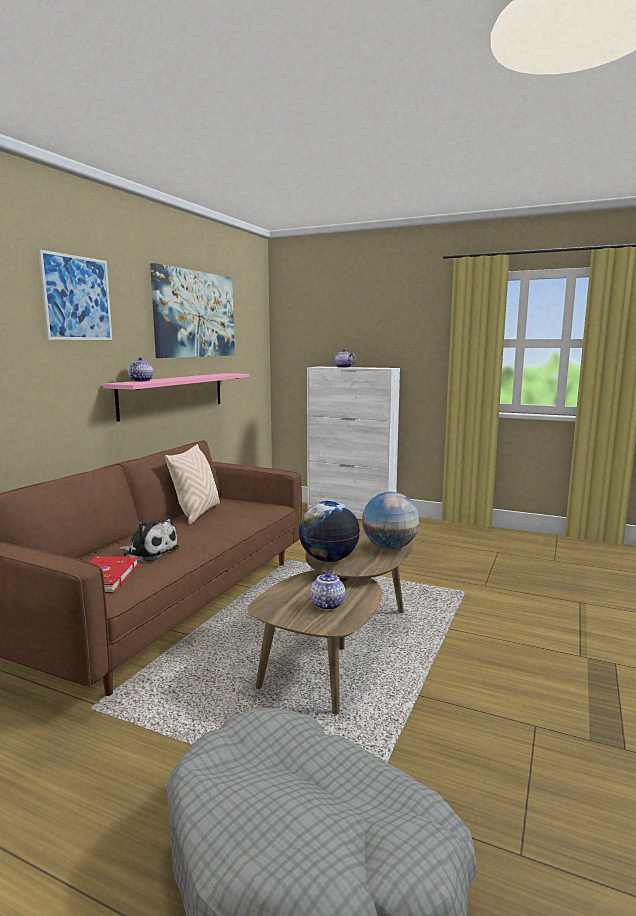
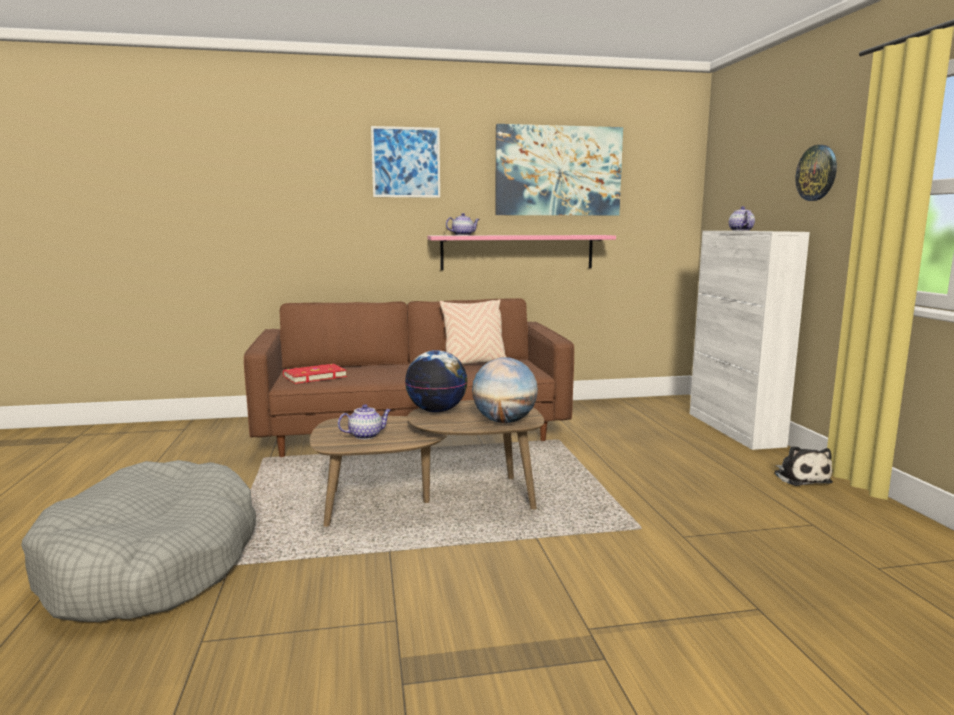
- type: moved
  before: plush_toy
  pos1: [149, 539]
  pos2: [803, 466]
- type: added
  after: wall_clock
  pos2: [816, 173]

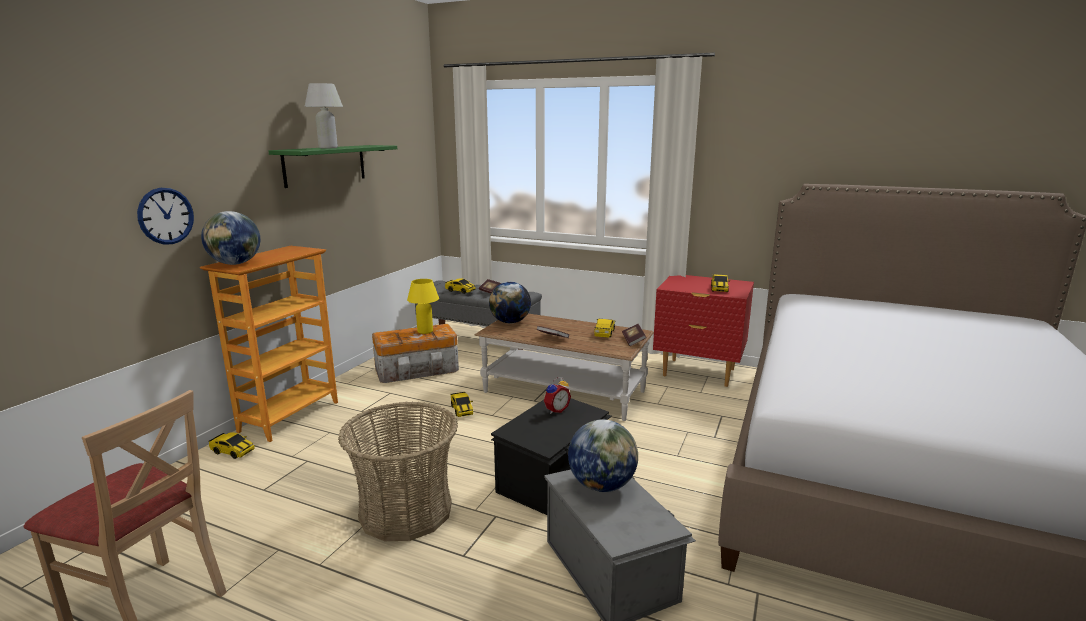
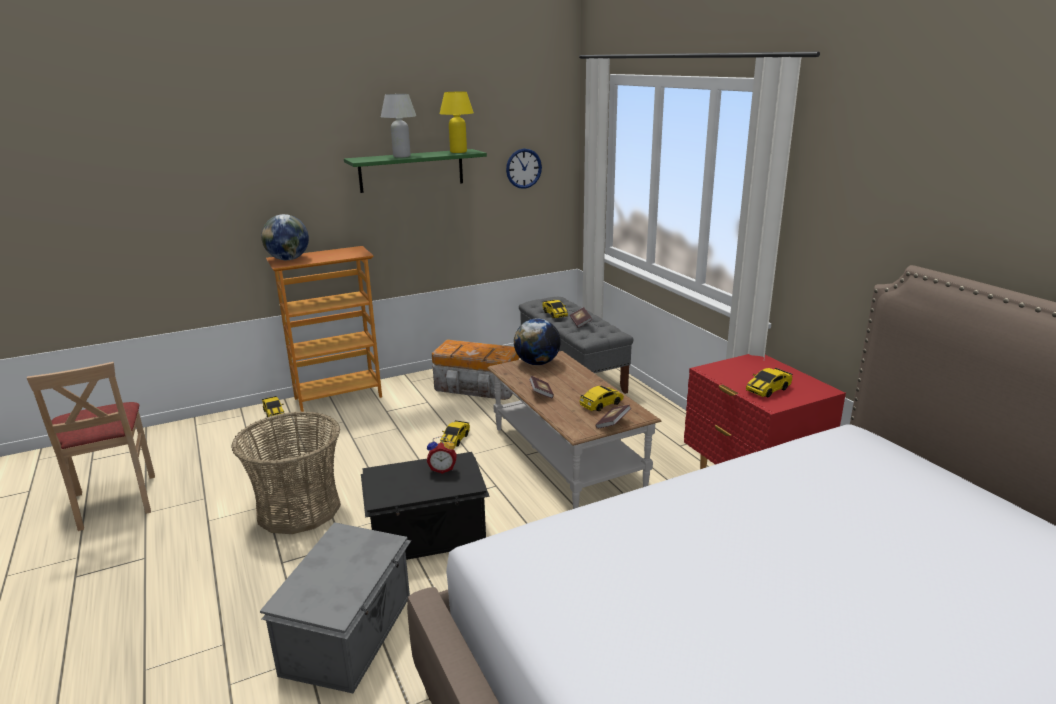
- type: moved
  before: wall_clock
  pos1: [165, 216]
  pos2: [524, 168]
- type: moved
  before: yellow_table_lamp
  pos1: [423, 306]
  pos2: [456, 122]
- type: removed
  before: globe
  pos1: [603, 455]

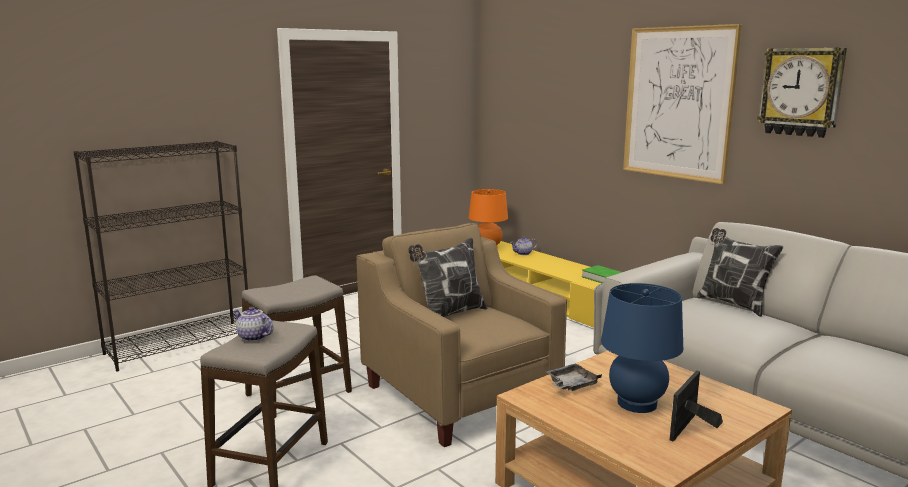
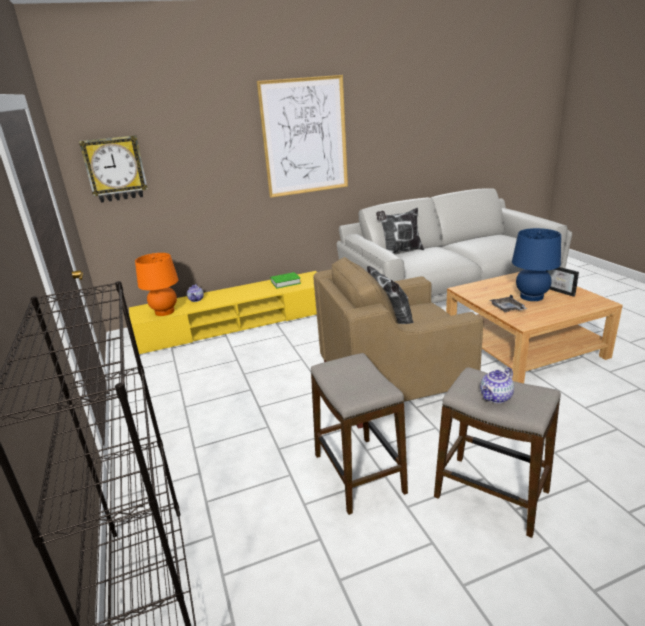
- type: moved
  before: wall_clock
  pos1: [802, 93]
  pos2: [113, 169]

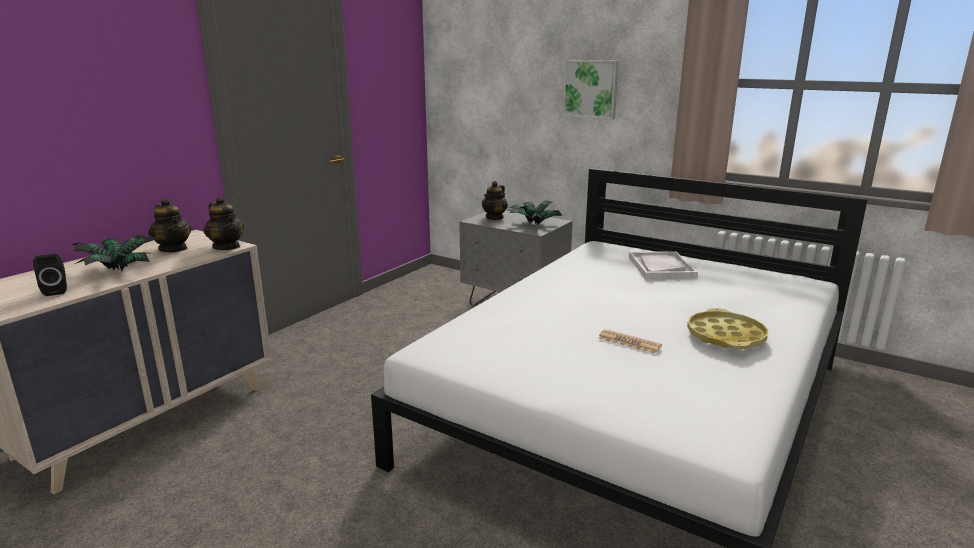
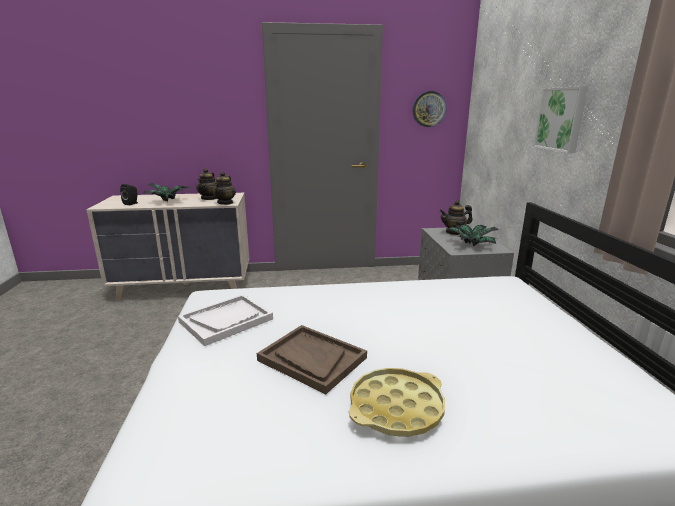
- type: moved
  before: white_tray
  pos1: [663, 265]
  pos2: [225, 320]
- type: replaced
  before: newspaper
  after: brown_tray
  pos1: [630, 341]
  pos2: [312, 359]
- type: added
  after: wall_clock
  pos2: [430, 109]

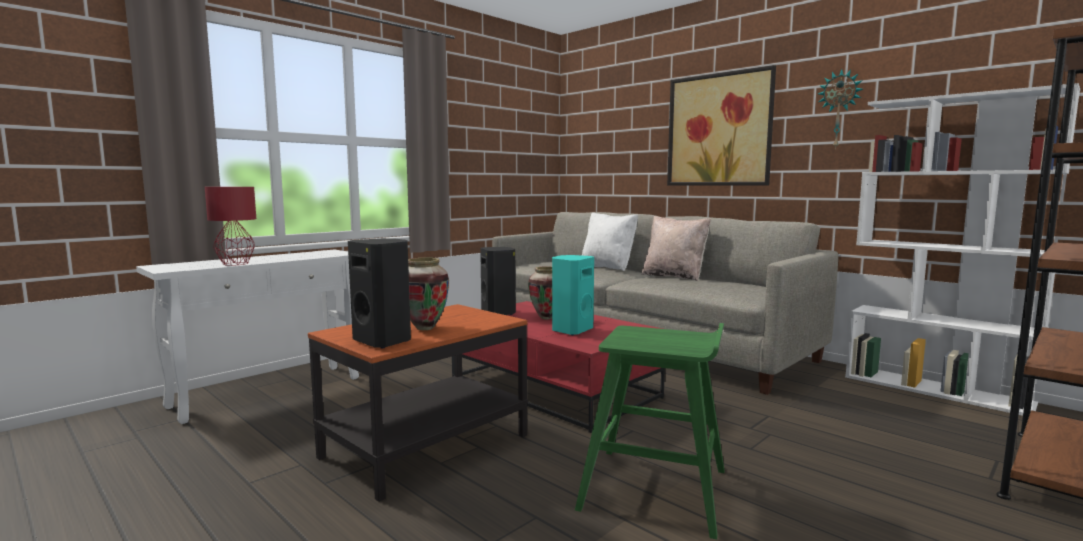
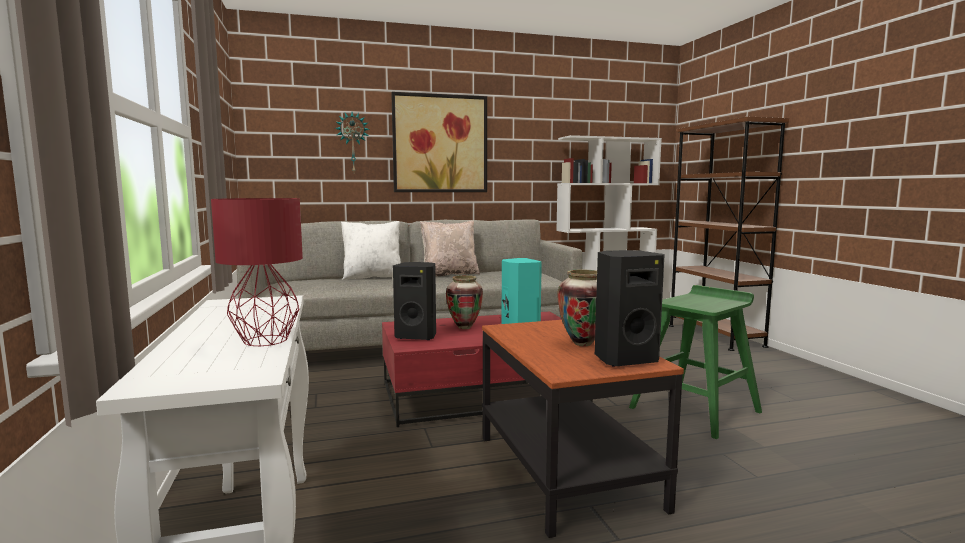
- type: moved
  before: wall_clock
  pos1: [840, 109]
  pos2: [352, 142]

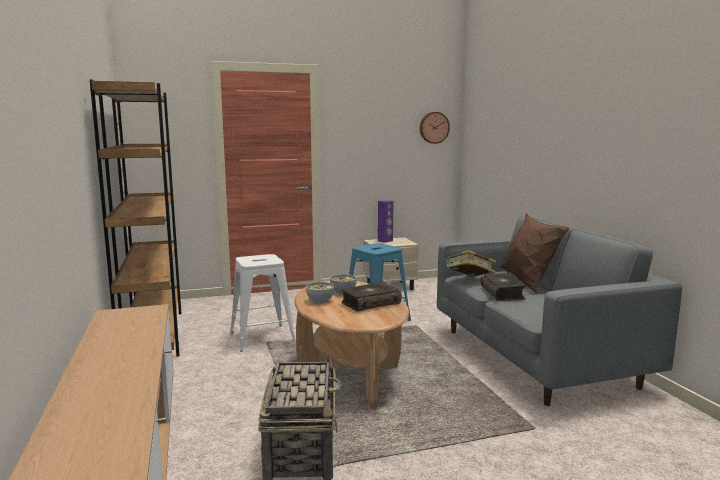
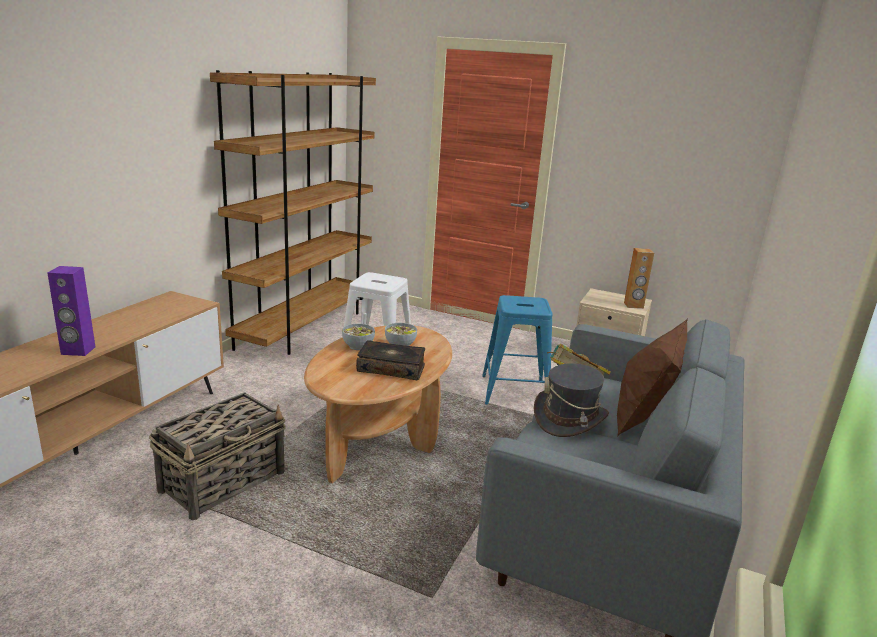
- type: removed
  before: wall_clock
  pos1: [435, 128]
- type: moved
  before: purple_speaker
  pos1: [385, 221]
  pos2: [71, 311]
- type: replaced
  before: book
  after: grey_hat
  pos1: [503, 287]
  pos2: [571, 400]
- type: added
  after: brown_speaker
  pos2: [639, 278]

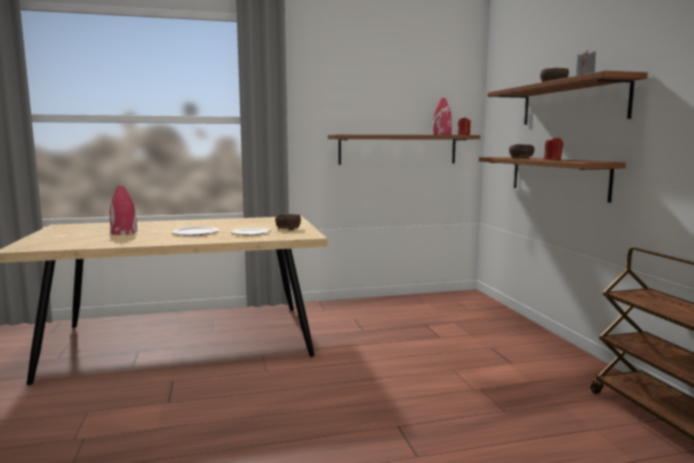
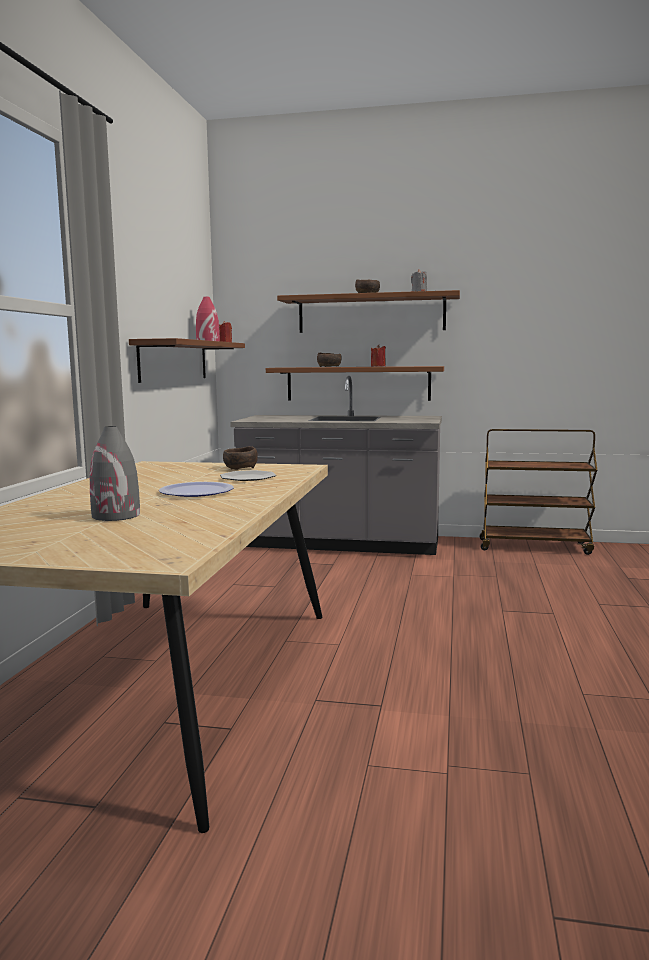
- type: recoloured
  before: red_vase
  after: grey_vase
  pos1: [123, 210]
  pos2: [115, 473]
- type: added
  after: grey_counter
  pos2: [336, 465]

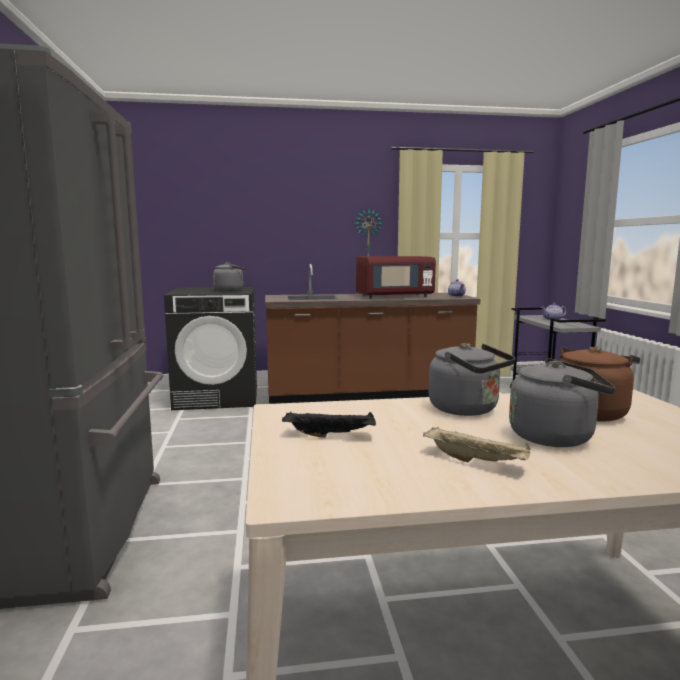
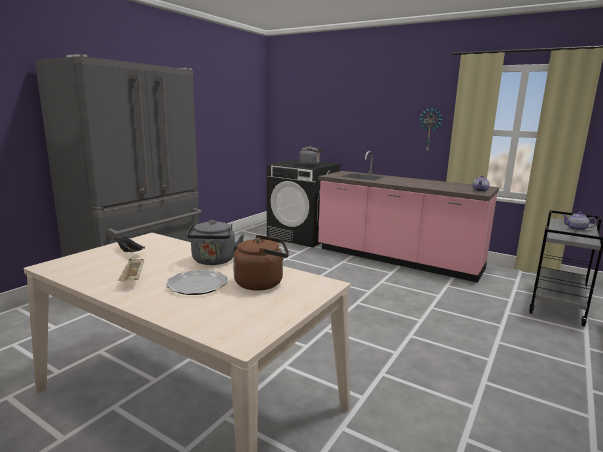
- type: removed
  before: red_microwave
  pos1: [396, 277]
- type: recoloured
  before: brown_counter
  after: pink_counter
  pos1: [372, 334]
  pos2: [408, 217]
- type: replaced
  before: grey_kettle
  after: plate
  pos1: [562, 402]
  pos2: [197, 282]

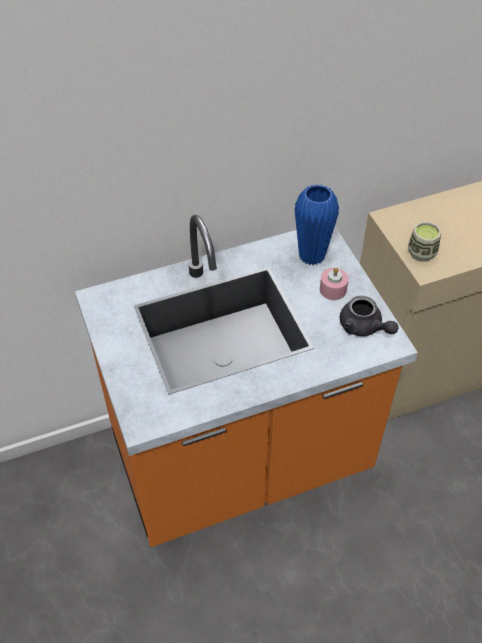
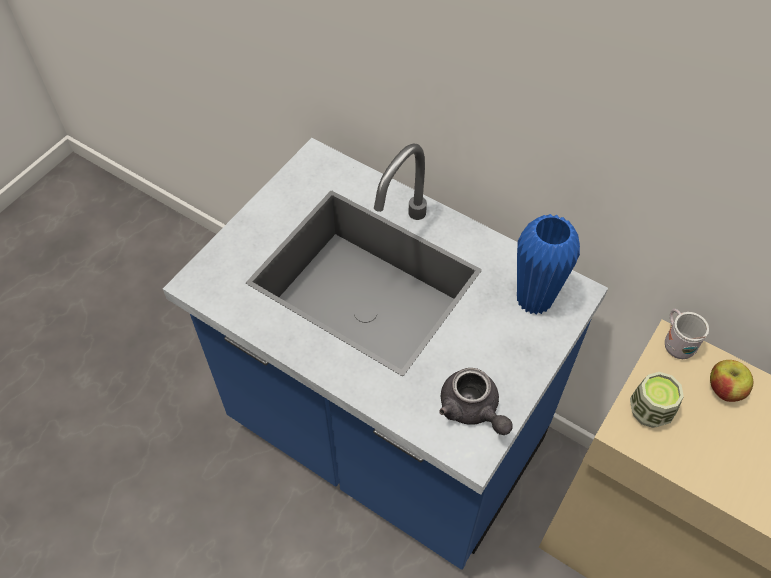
- type: recoloured
  before: orange_counter
  after: blue_counter
  pos1: [246, 381]
  pos2: [385, 354]
- type: removed
  before: pink_candle
  pos1: [334, 283]
- type: turned
  before: grey_teapot
  pos1: [369, 316]
  pos2: [476, 401]
  turn: -45
- type: added
  after: white_mug
  pos2: [687, 334]
- type: added
  after: apple
  pos2: [731, 381]

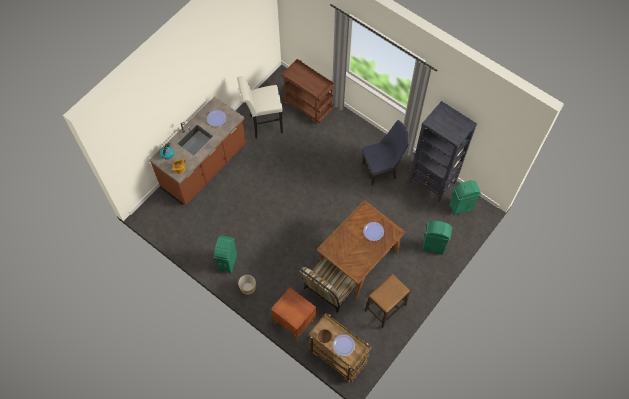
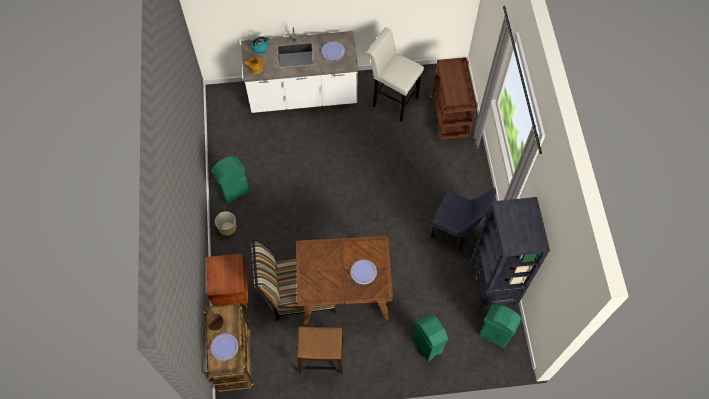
- type: recoloured
  before: brown_counter
  after: white_counter
  pos1: [197, 150]
  pos2: [299, 70]

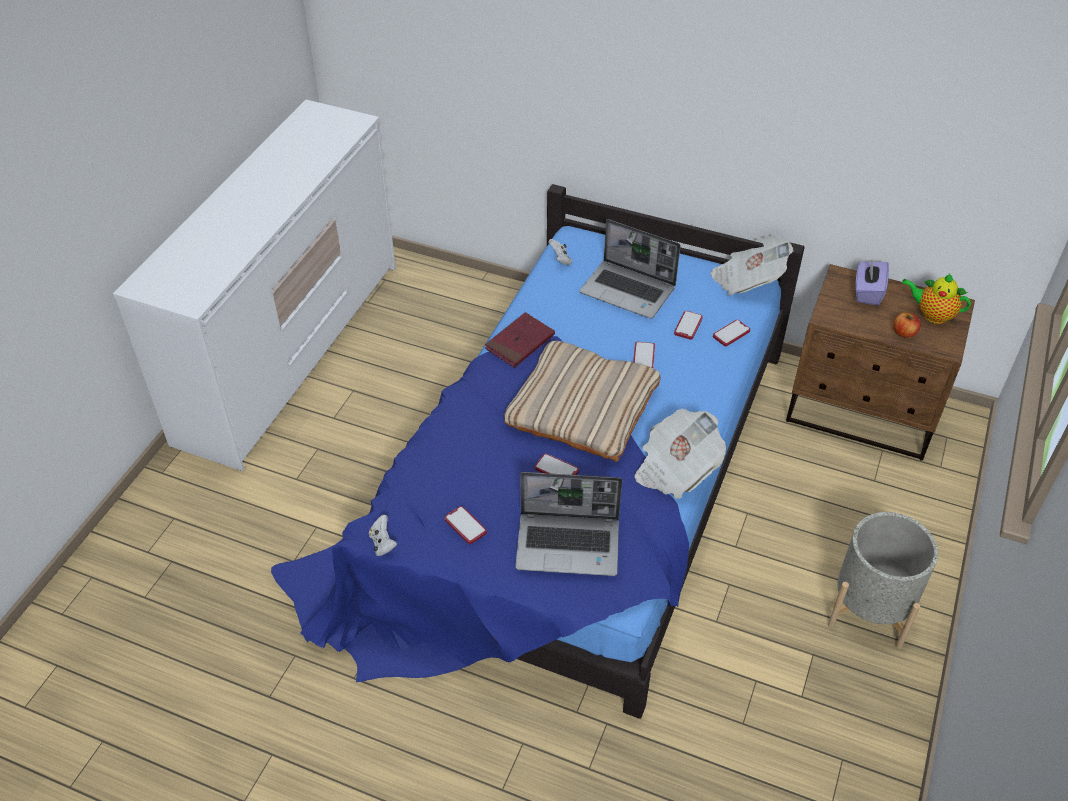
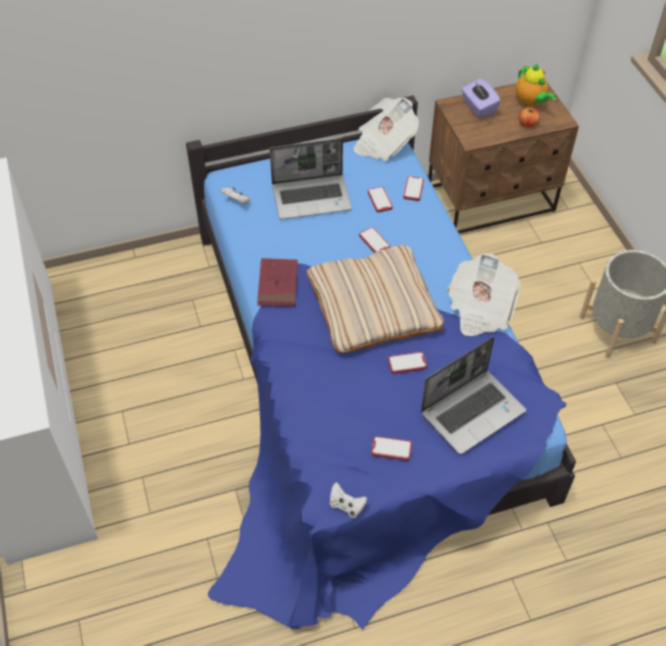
- type: turned
  before: teapot
  pos1: [936, 298]
  pos2: [535, 85]
  turn: -105

